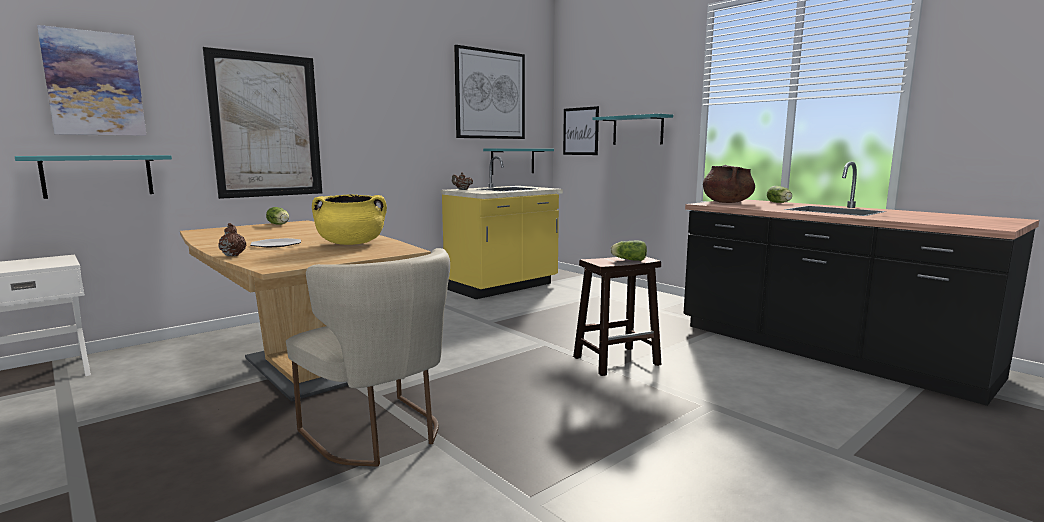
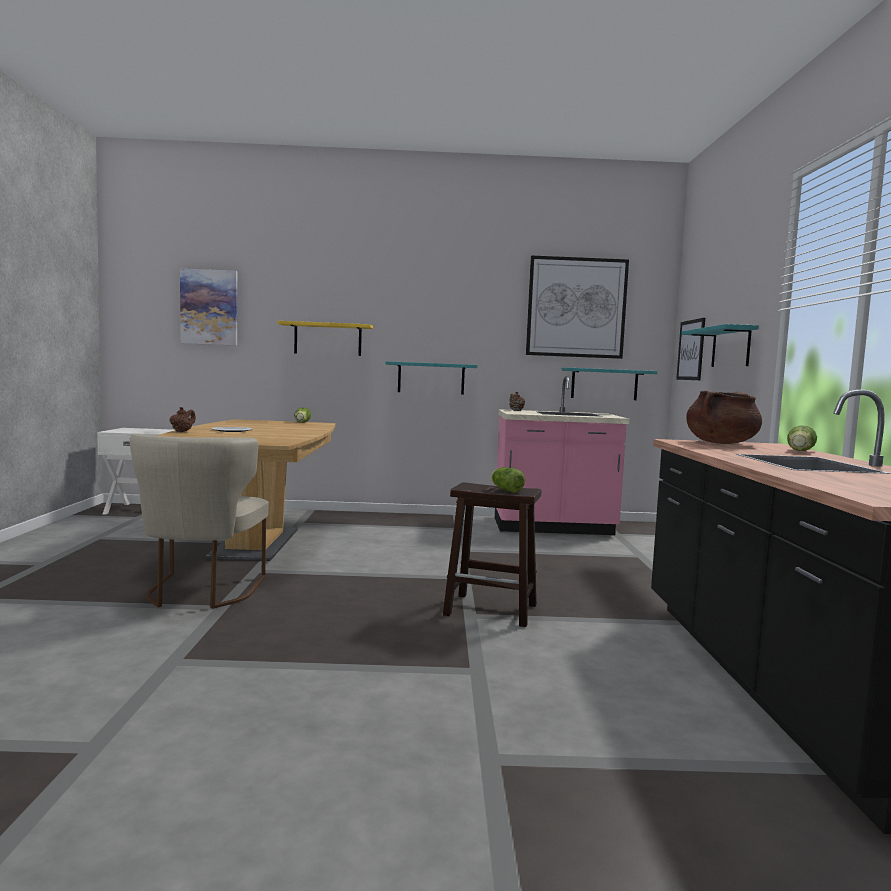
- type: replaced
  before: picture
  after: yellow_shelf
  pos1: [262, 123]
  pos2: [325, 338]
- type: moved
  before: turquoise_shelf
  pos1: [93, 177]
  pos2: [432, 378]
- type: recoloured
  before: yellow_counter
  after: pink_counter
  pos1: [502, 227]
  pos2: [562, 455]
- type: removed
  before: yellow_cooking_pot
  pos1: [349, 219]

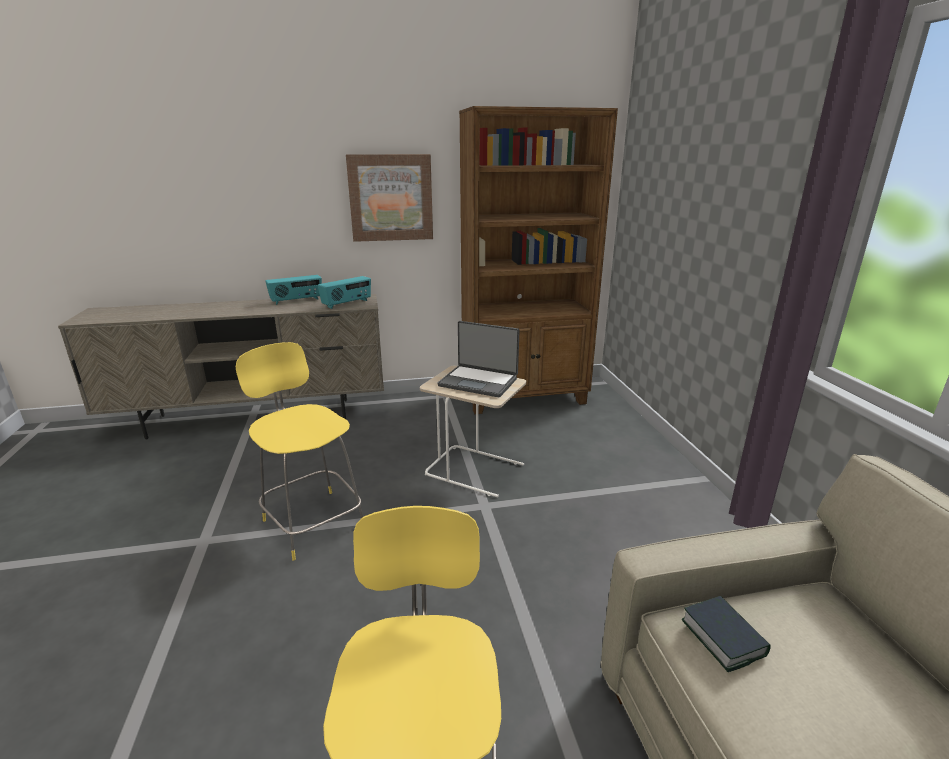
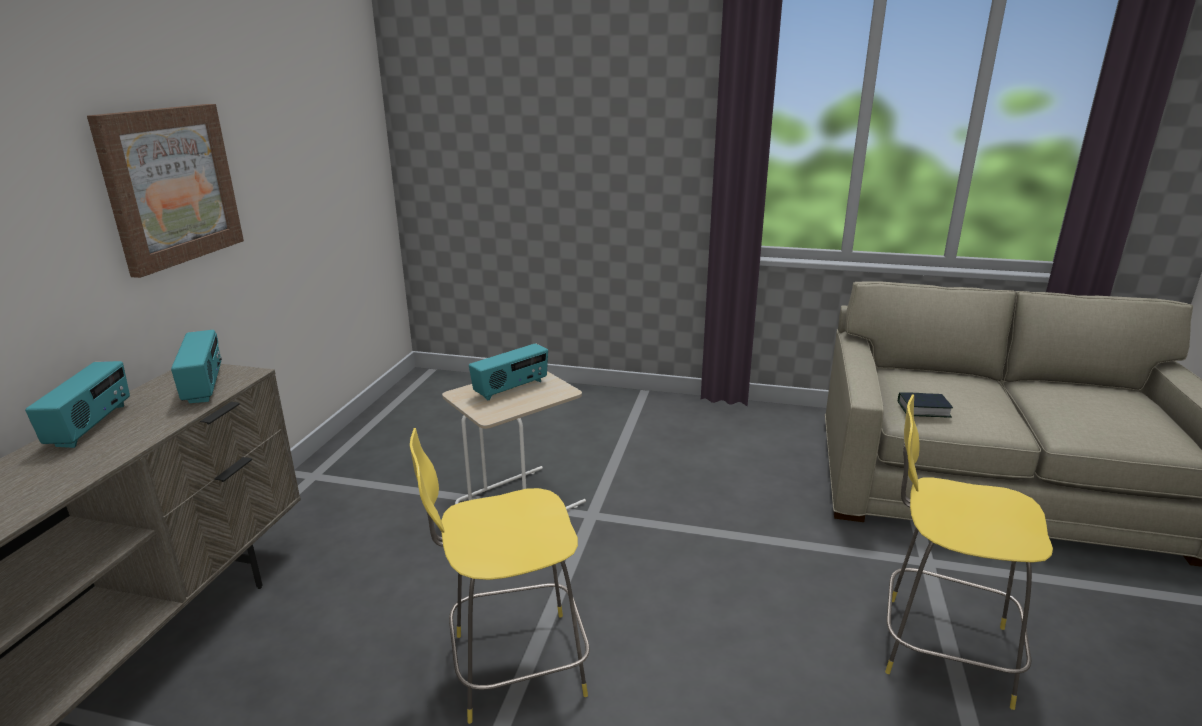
- type: removed
  before: brown_bookcase
  pos1: [538, 260]
- type: replaced
  before: laptop
  after: radio
  pos1: [479, 359]
  pos2: [508, 372]

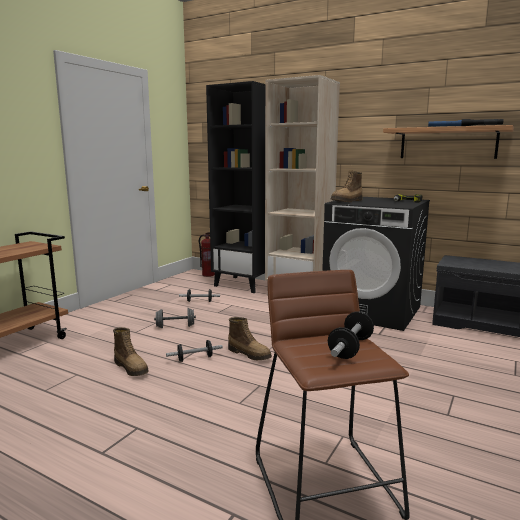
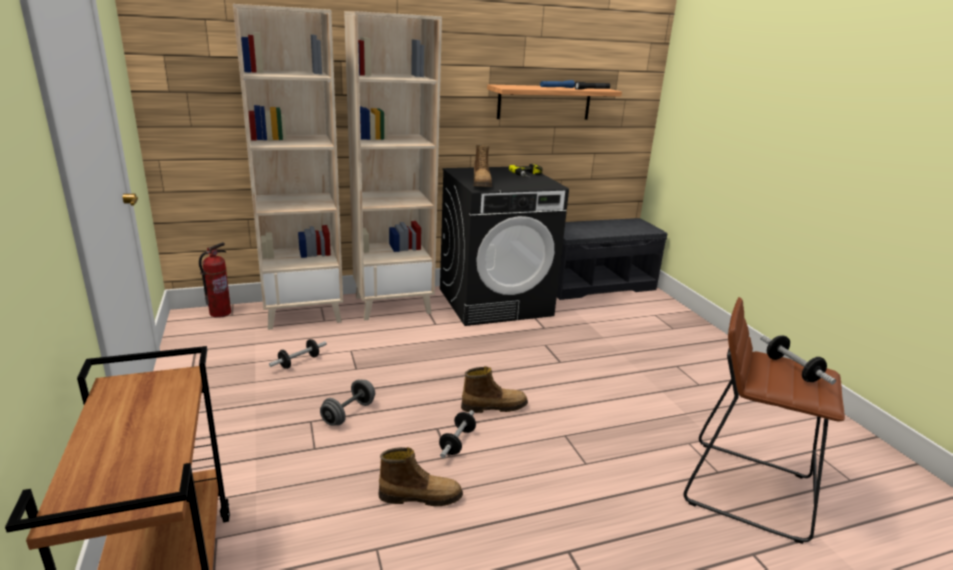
- type: recoloured
  before: black_bookcase
  after: beige_bookcase
  pos1: [235, 187]
  pos2: [288, 167]

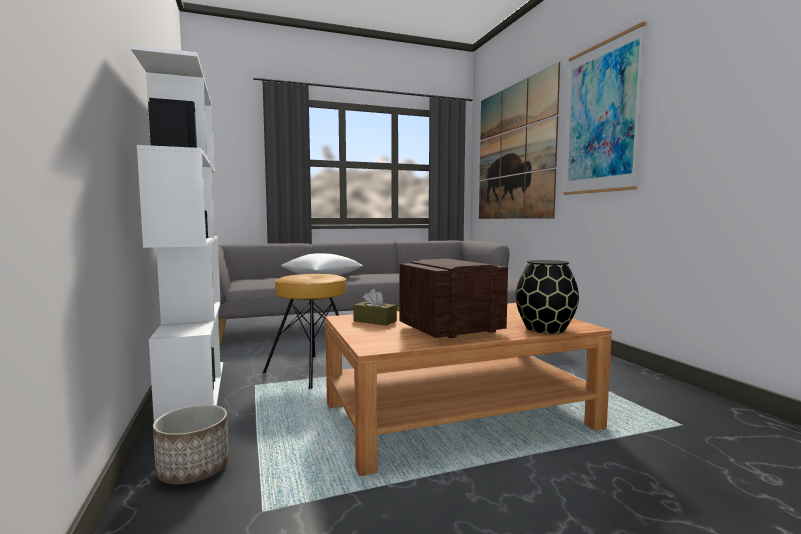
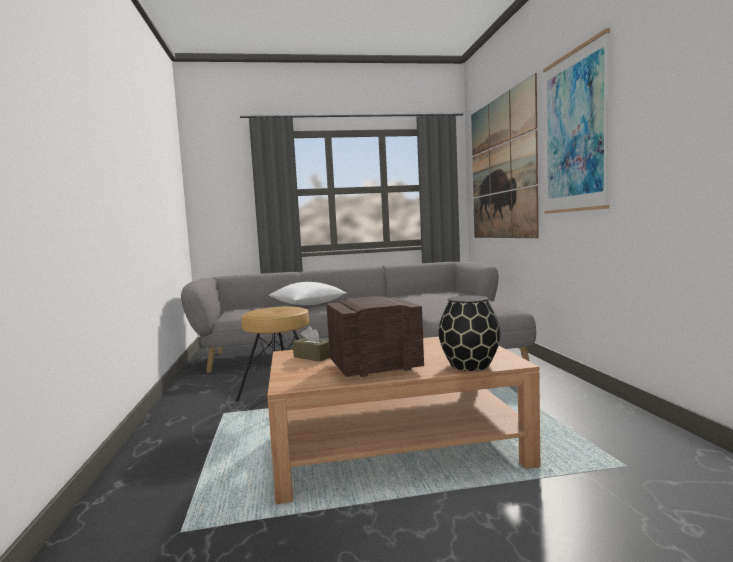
- type: removed
  before: white_bookcase
  pos1: [177, 233]
- type: removed
  before: planter
  pos1: [191, 444]

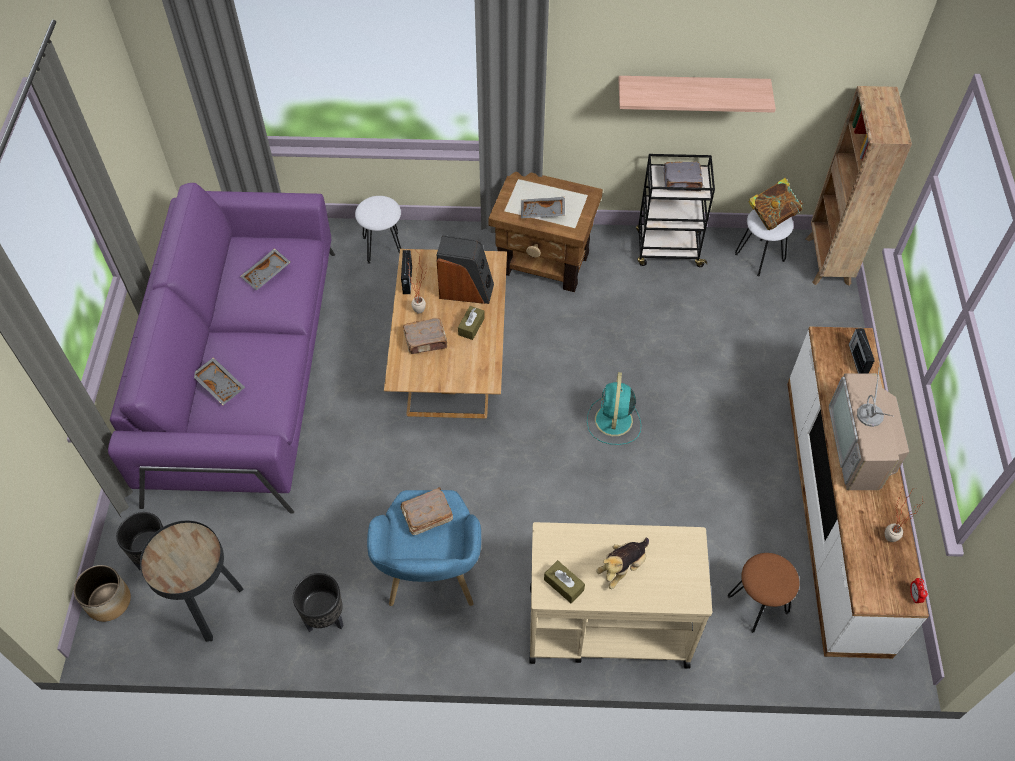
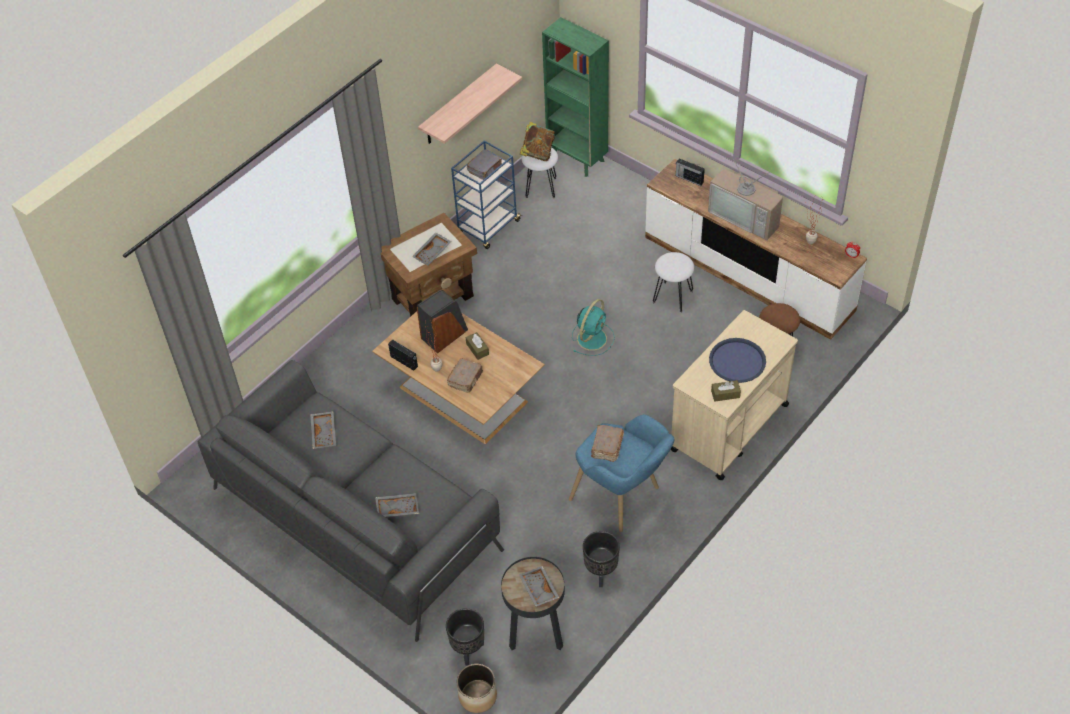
- type: recoloured
  before: brown_bookcase
  after: green_bookcase
  pos1: [858, 186]
  pos2: [575, 97]
- type: recoloured
  before: black_cart
  after: blue_cart
  pos1: [675, 210]
  pos2: [486, 194]
- type: recoloured
  before: purple_sofa
  after: grey_sofa
  pos1: [221, 348]
  pos2: [351, 501]
- type: moved
  before: white_stool
  pos1: [378, 230]
  pos2: [673, 282]
- type: turned
  before: turquoise_fan
  pos1: [614, 408]
  pos2: [593, 327]
  turn: -105
- type: replaced
  before: plush_toy
  after: blue_tray
  pos1: [622, 563]
  pos2: [737, 360]
- type: added
  after: grey_tray
  pos2: [539, 586]

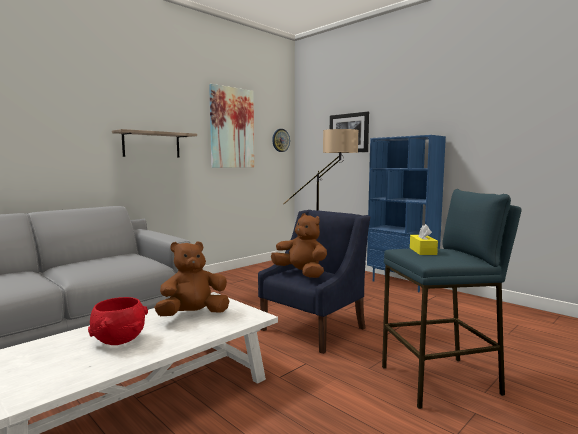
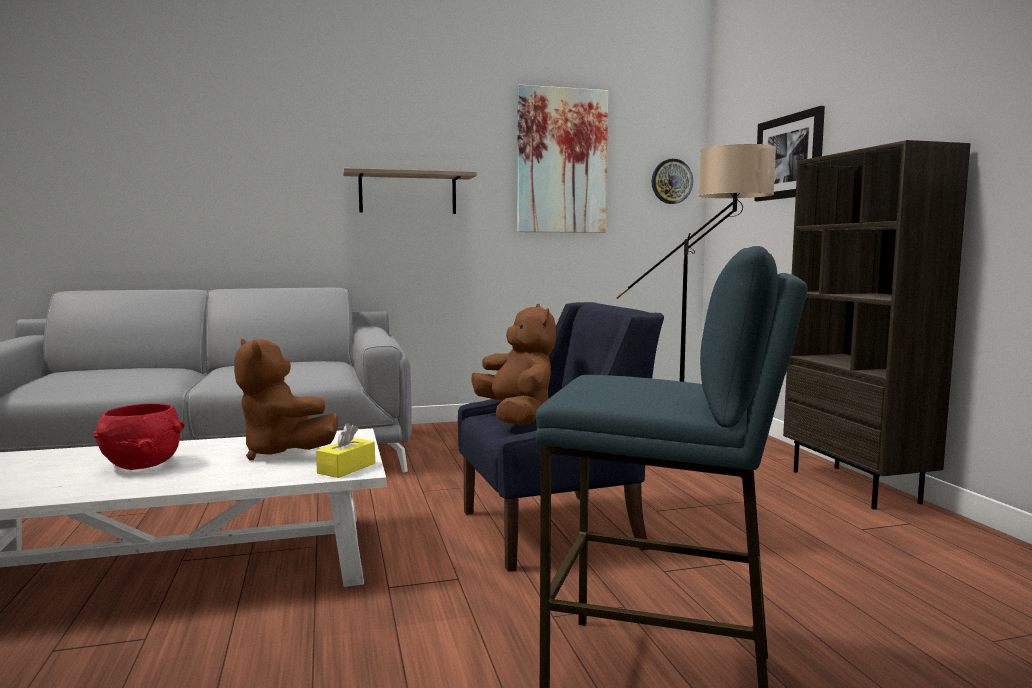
- type: recoloured
  before: blue_bookcase
  after: brown_bookcase
  pos1: [406, 213]
  pos2: [877, 325]
- type: moved
  before: yellow_tissue_box
  pos1: [424, 239]
  pos2: [345, 450]
- type: turned
  before: brown_plush_toy
  pos1: [192, 278]
  pos2: [286, 400]
  turn: -135

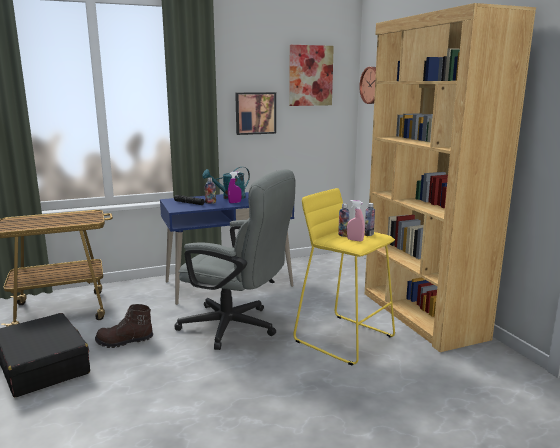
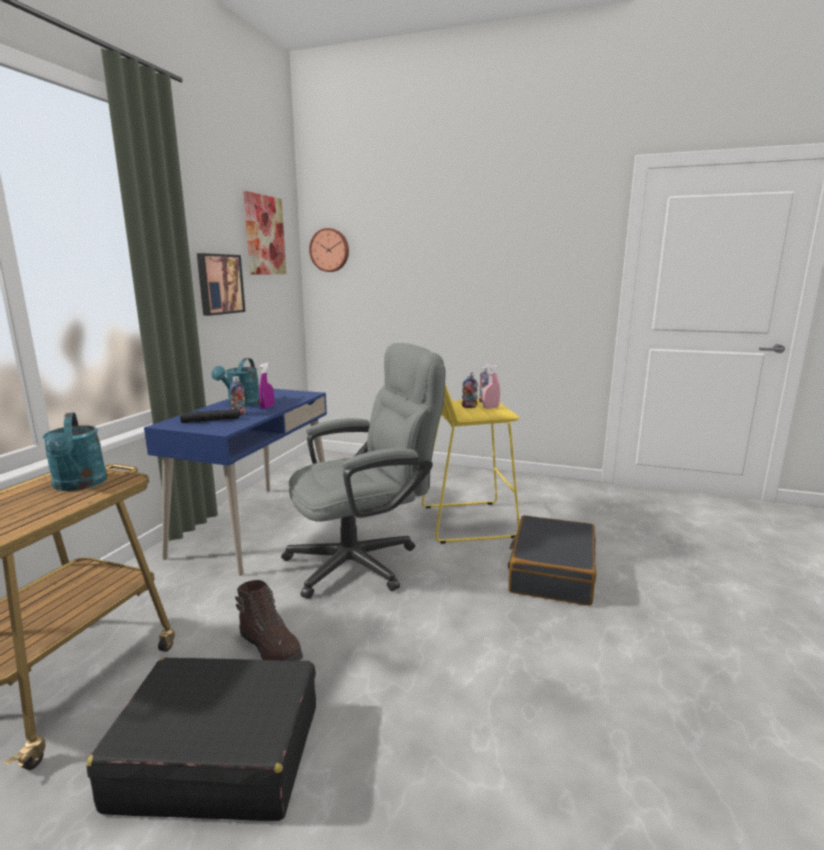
- type: removed
  before: brown_bookcase
  pos1: [450, 177]
- type: turned
  before: brown_boot
  pos1: [124, 326]
  pos2: [269, 620]
  turn: -75
- type: added
  after: turquoise_watering_can
  pos2: [74, 451]
- type: added
  after: black_suitcase
  pos2: [552, 560]

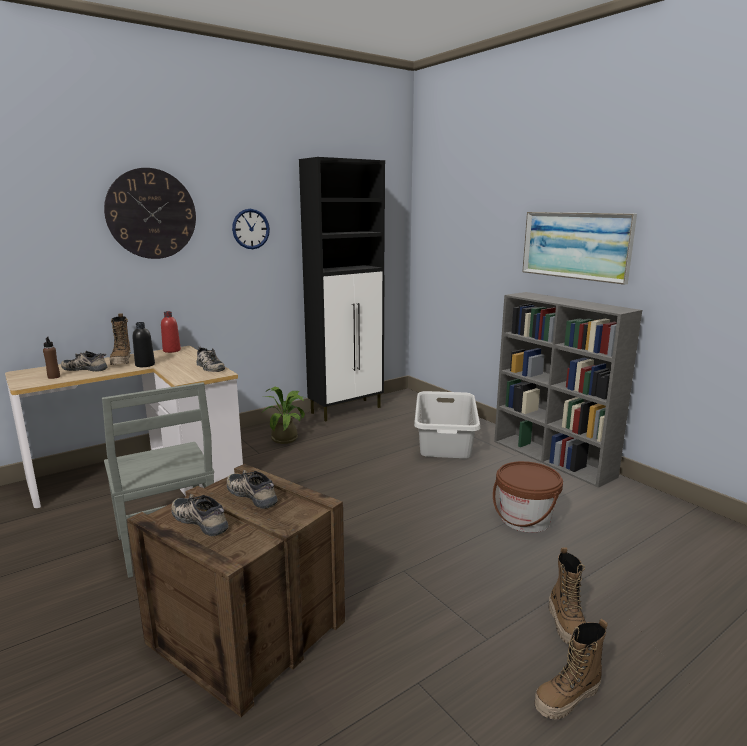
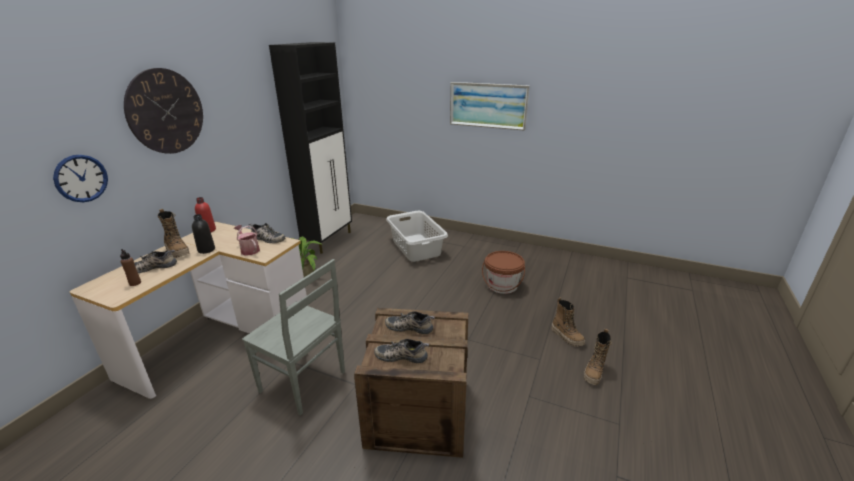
- type: moved
  before: wall_clock
  pos1: [251, 229]
  pos2: [80, 178]
- type: removed
  before: grey_bookcase
  pos1: [568, 390]
- type: added
  after: watering_can
  pos2: [247, 240]

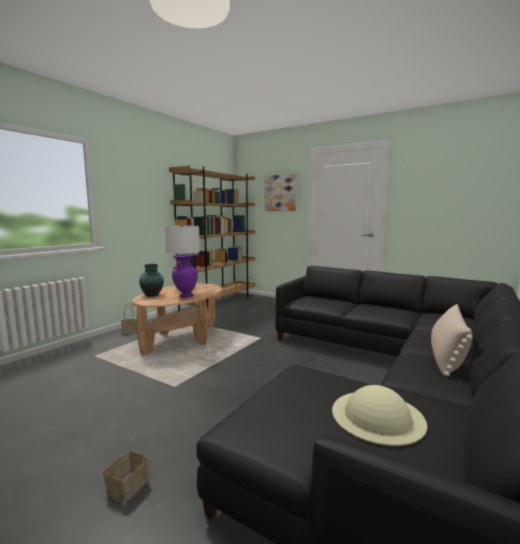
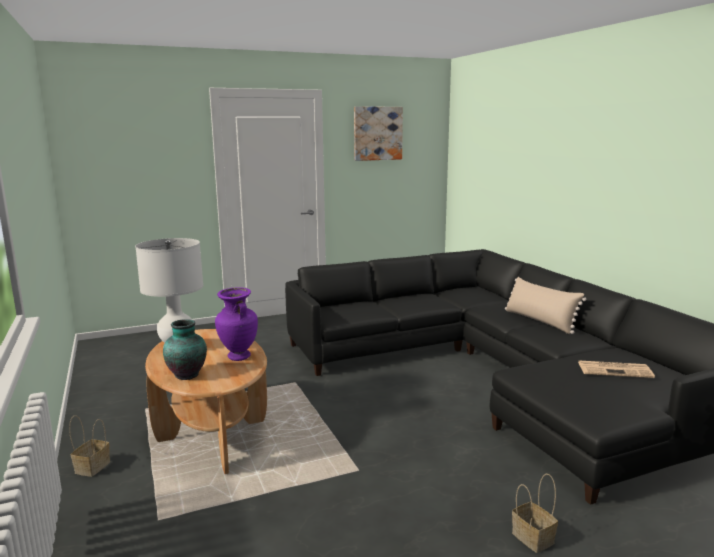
- type: removed
  before: brown_bookcase
  pos1: [212, 238]
- type: moved
  before: picture
  pos1: [280, 192]
  pos2: [378, 133]
- type: replaced
  before: beige_hat
  after: newspaper
  pos1: [379, 415]
  pos2: [616, 369]

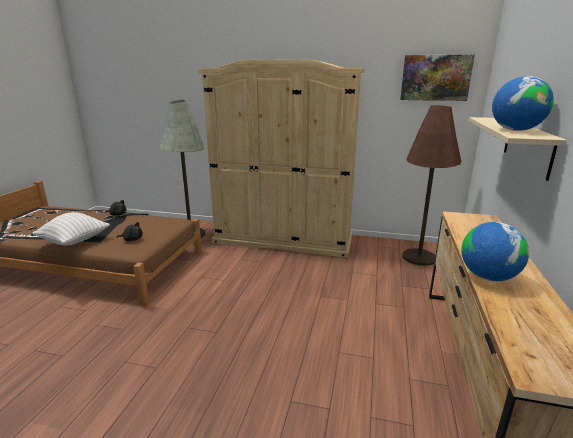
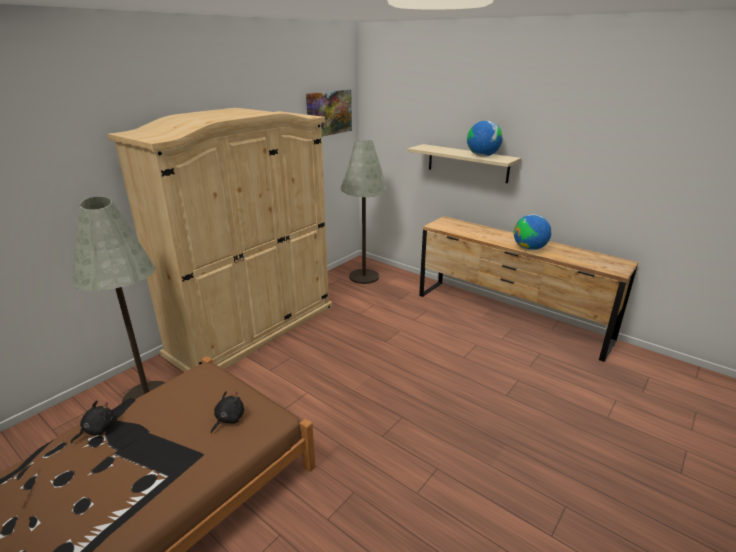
- type: recoloured
  before: brown_floor_lamp
  after: grey_floor_lamp
  pos1: [431, 185]
  pos2: [363, 212]
- type: removed
  before: white_pillow
  pos1: [71, 229]

